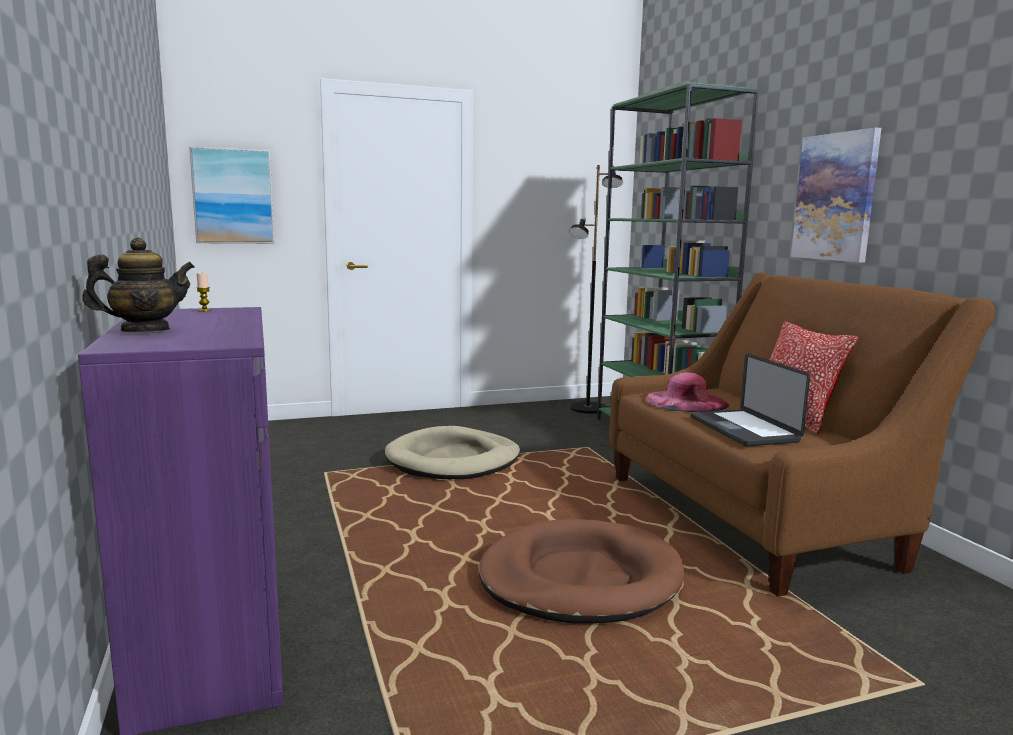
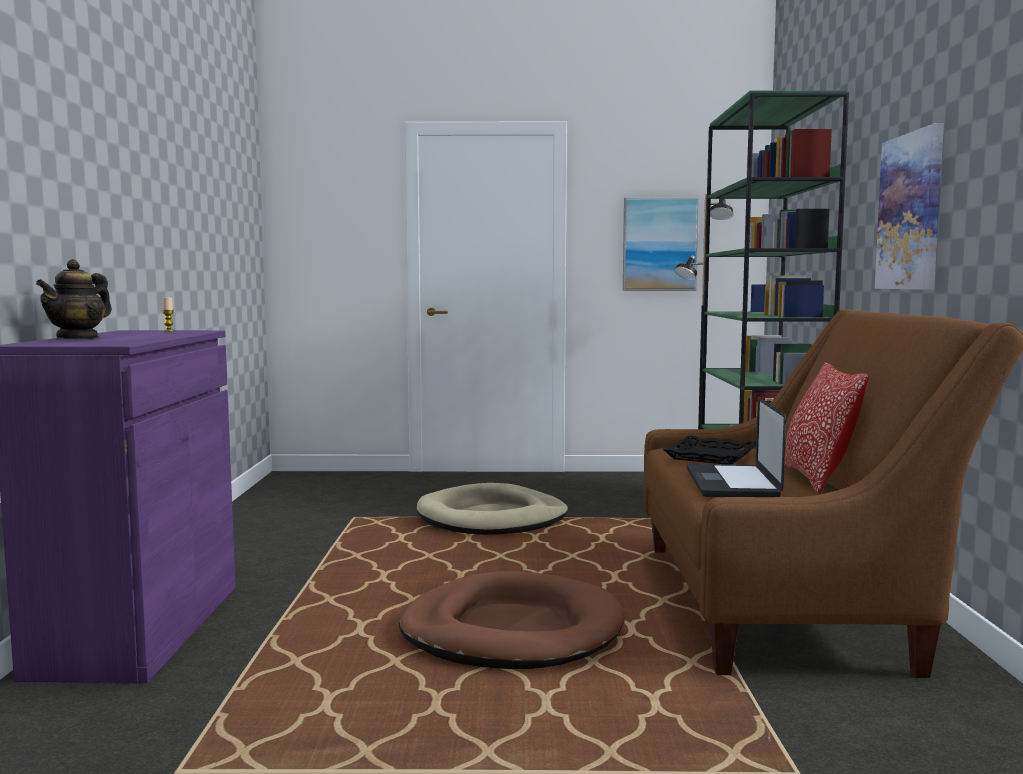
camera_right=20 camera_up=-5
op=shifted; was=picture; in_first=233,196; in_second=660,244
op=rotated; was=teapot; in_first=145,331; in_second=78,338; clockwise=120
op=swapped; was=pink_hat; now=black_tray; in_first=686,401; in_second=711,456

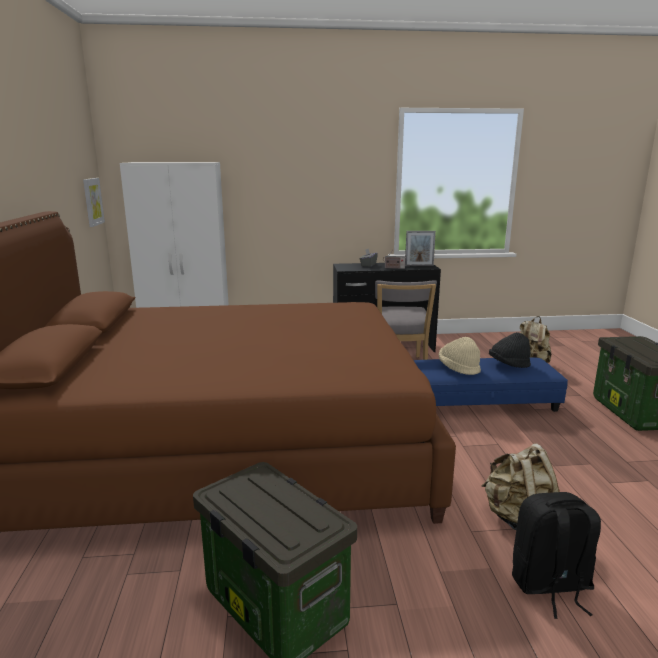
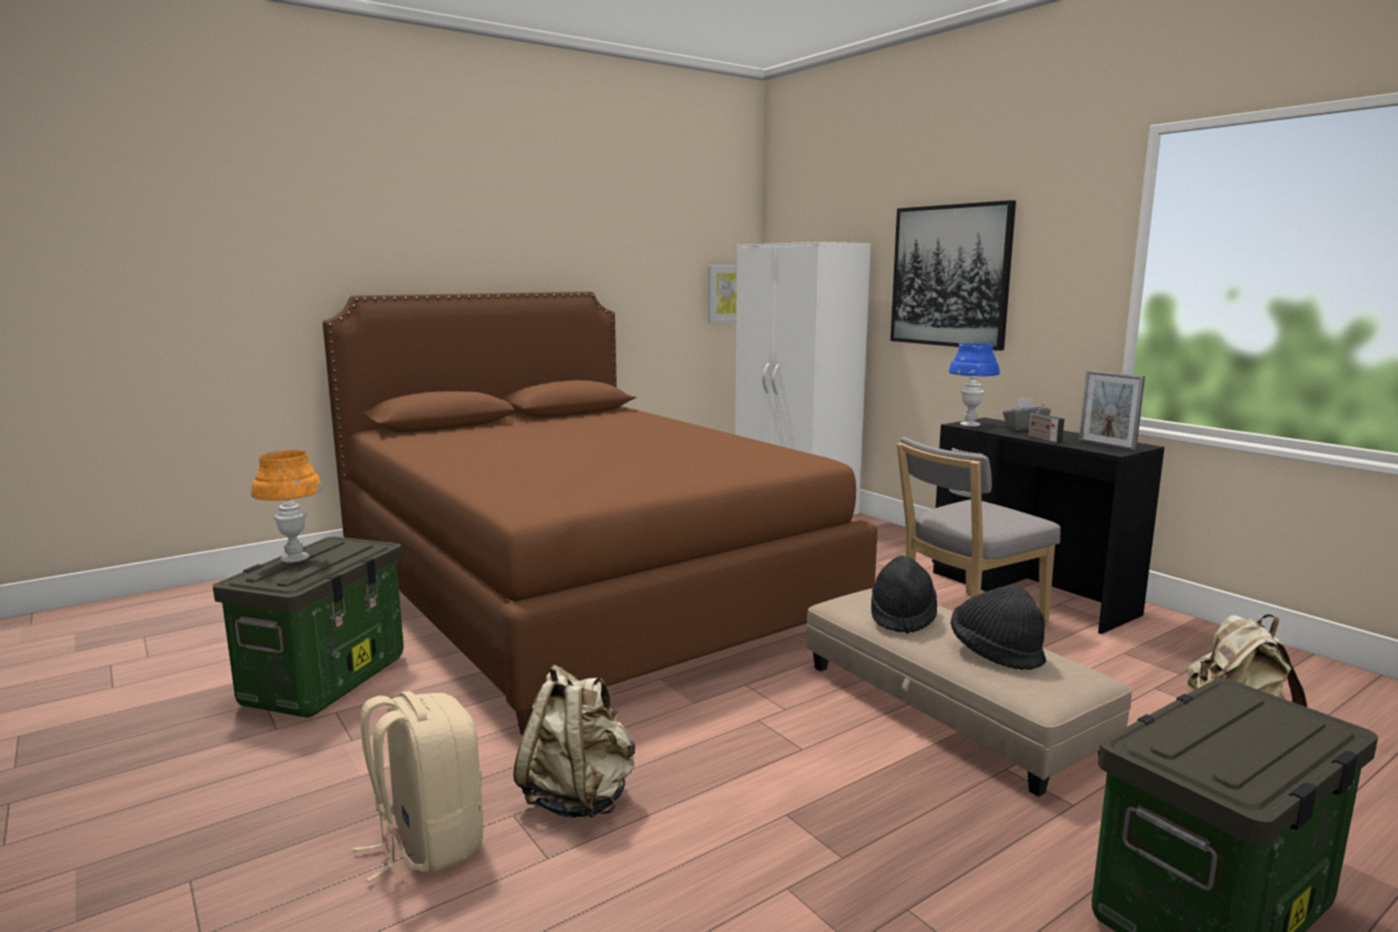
camera_right=60 camera_up=-5
op=repainted; was=beige_hat; now=black_hat; in_first=458,368; in_second=902,617
op=repainted; was=blue_ottoman; now=beige_ottoman; in_first=479,401; in_second=948,708
op=repainted; was=black_backpack; now=beige_backpack; in_first=550,586; in_second=427,844
op=new; now=picture; in_second=950,276
op=new; now=blue_table_lamp; in_second=970,425
op=new; now=orange_table_lamp; in_second=295,558

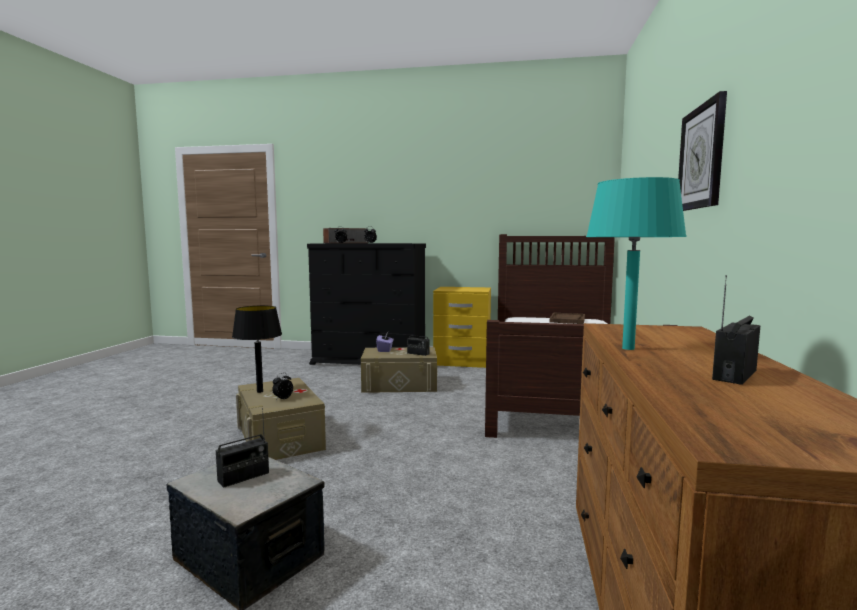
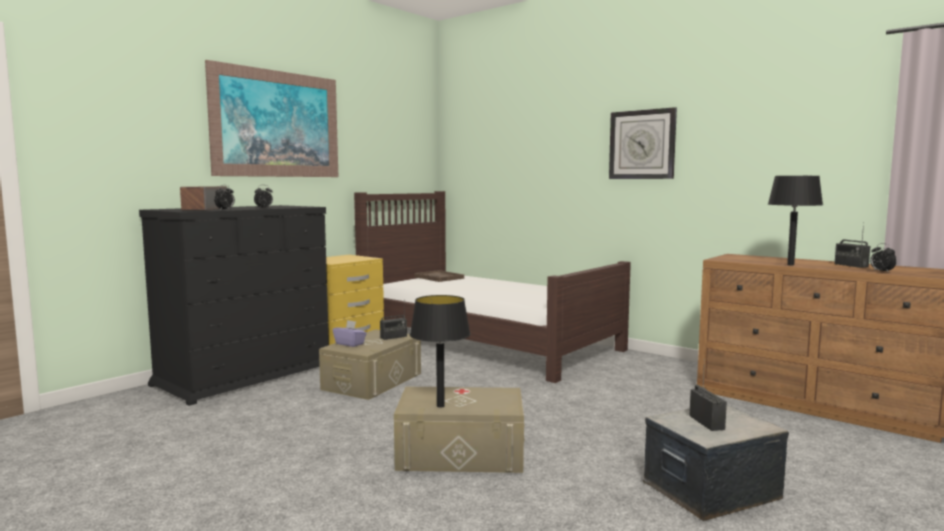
camera_right=-60 camera_up=0
op=repainted; was=turquoise_table_lamp; now=black_table_lamp; in_first=628,348; in_second=790,265
op=shifted; was=alarm_clock; in_first=282,398; in_second=881,272
op=new; now=picture; in_second=277,124

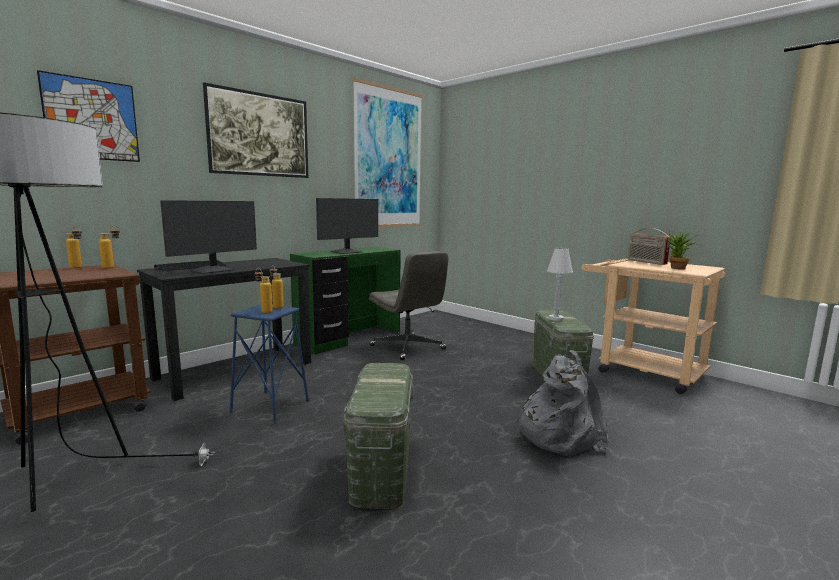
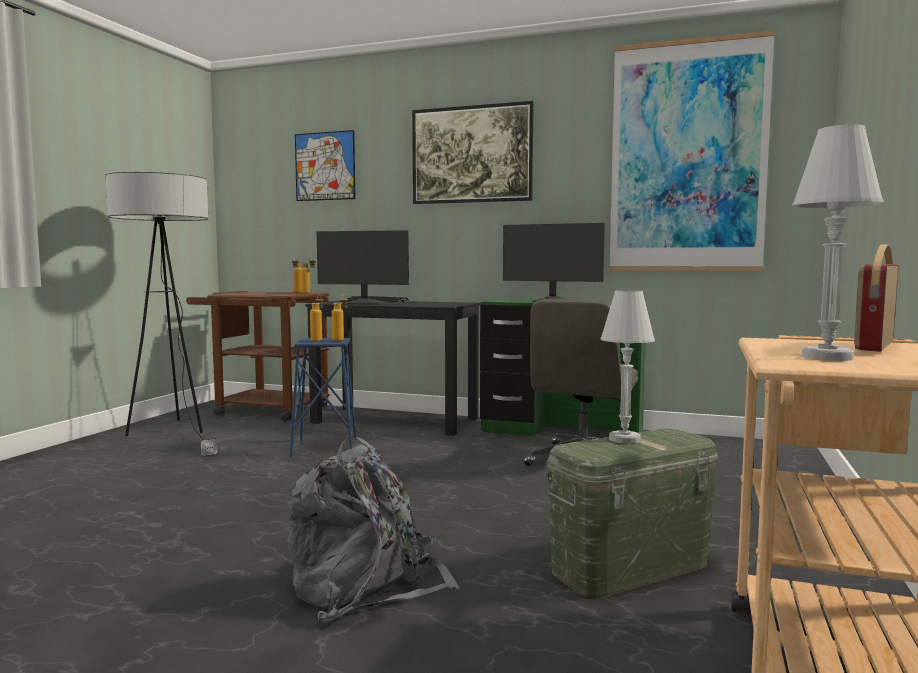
camera_right=65 camera_up=-5
op=swapped; was=potted_plant; now=white_table_lamp; in_first=676,268; in_second=827,357
op=gone; was=green_storage_box; in_first=381,470

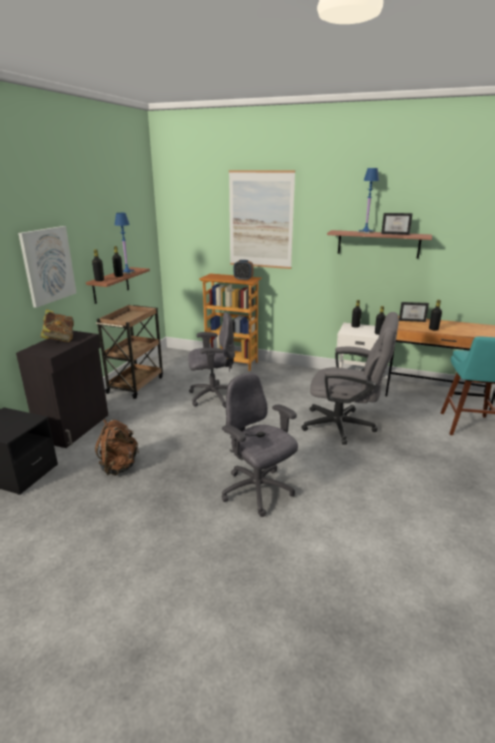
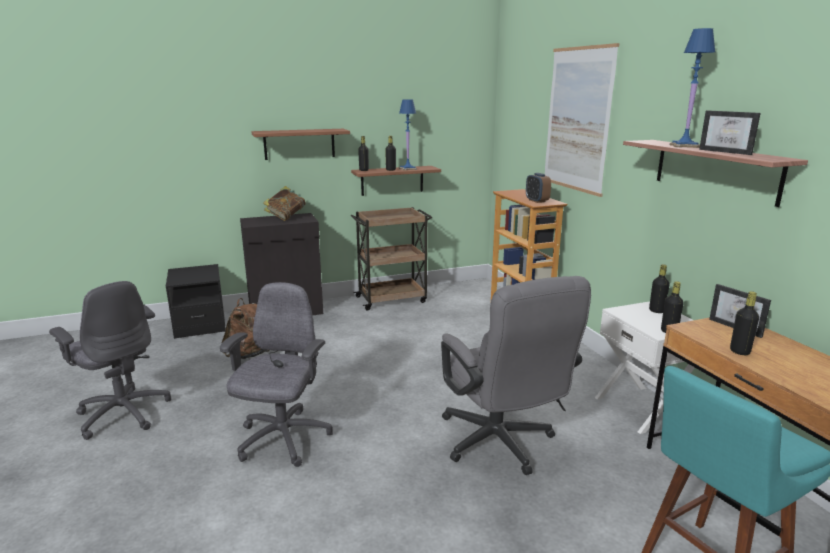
camera_right=50 camera_up=-5
op=swapped; was=picture; now=shelf; in_first=48,265; in_second=299,144
op=shifted; was=grey_office_chair; in_first=212,396; in_second=123,413

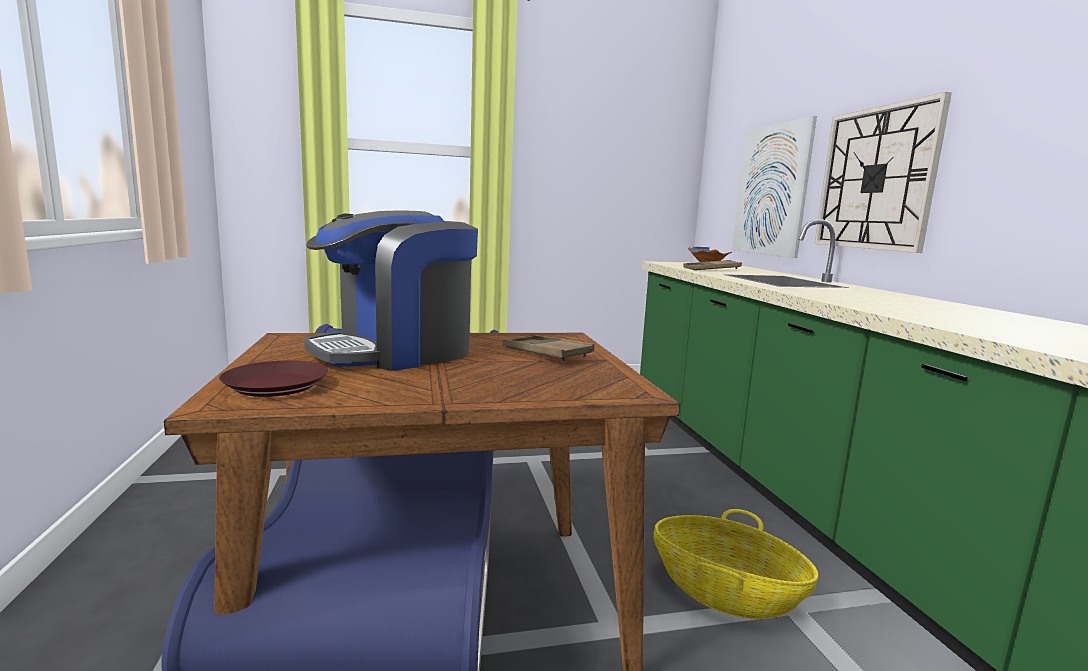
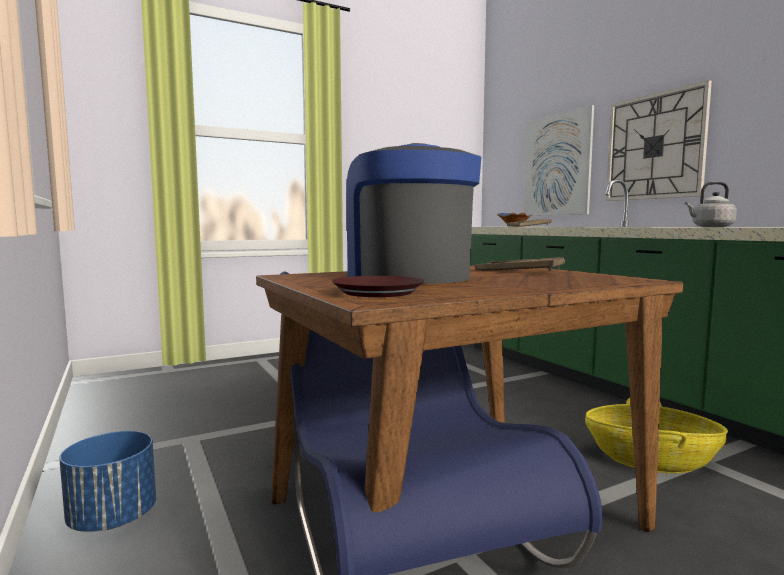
camera_right=-15 camera_up=-5
op=rotated; was=coffee_machine; in_first=397,352; in_second=407,276; clockwise=120
op=new; now=grey_kettle; in_second=710,227
op=new; now=blue_planter; in_second=113,519

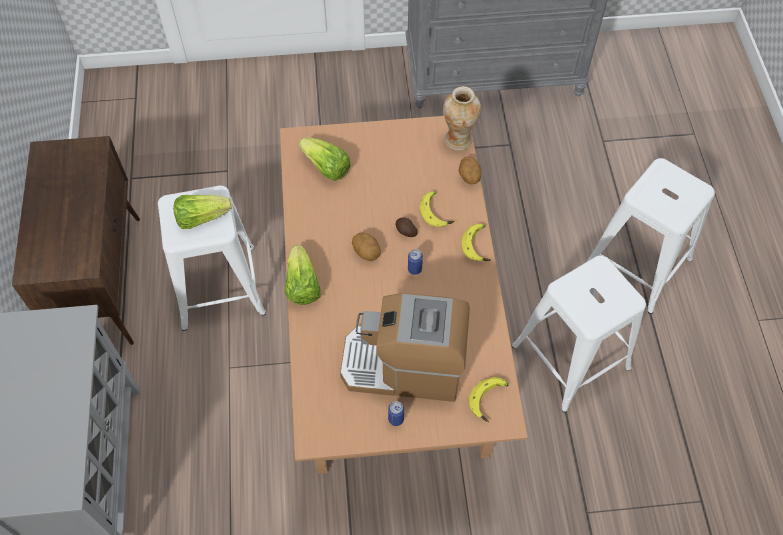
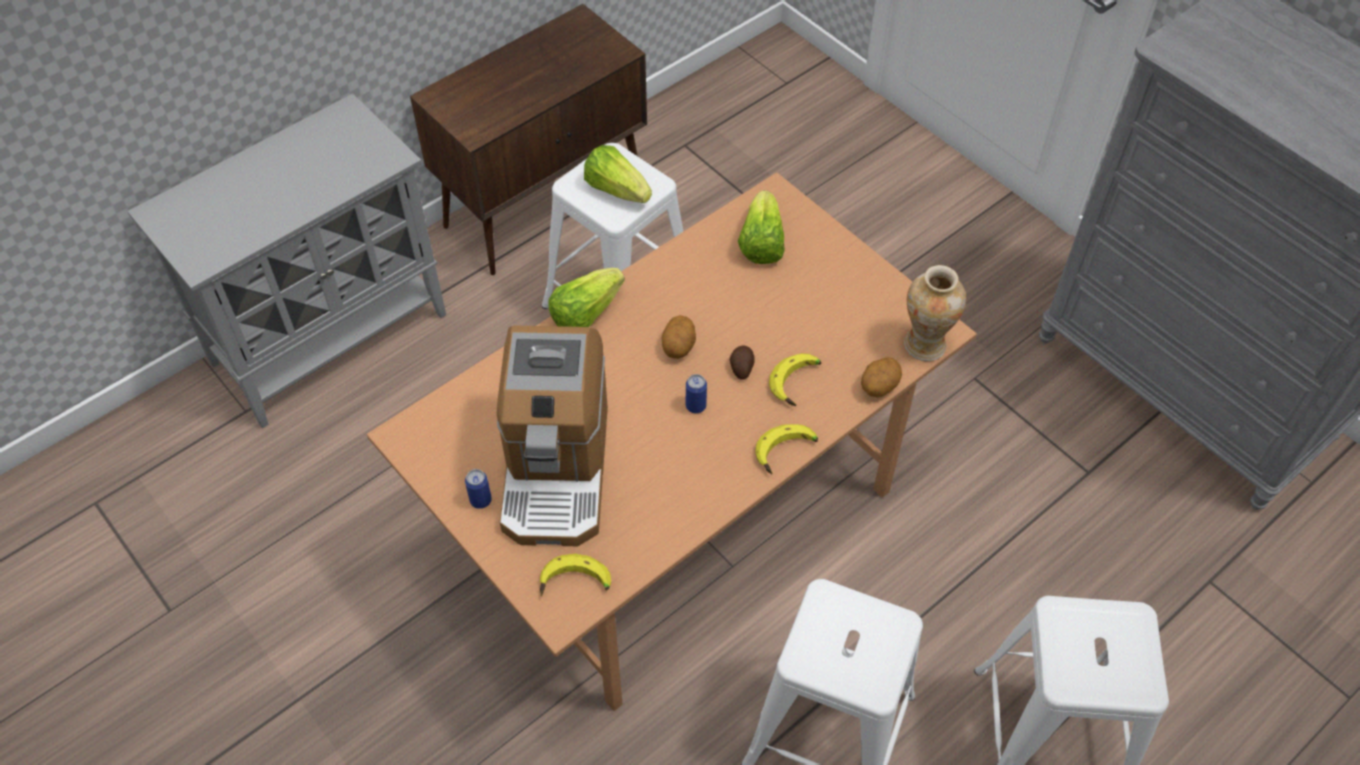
camera_right=55 camera_up=-5
op=rotated; was=coffee_machine; in_first=404,366; in_second=556,469; clockwise=-150

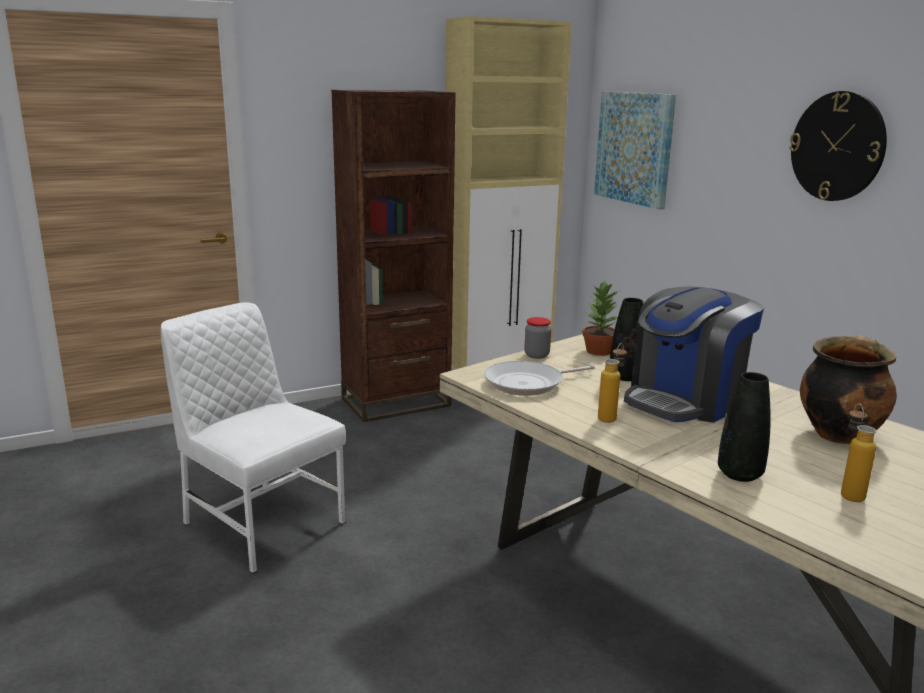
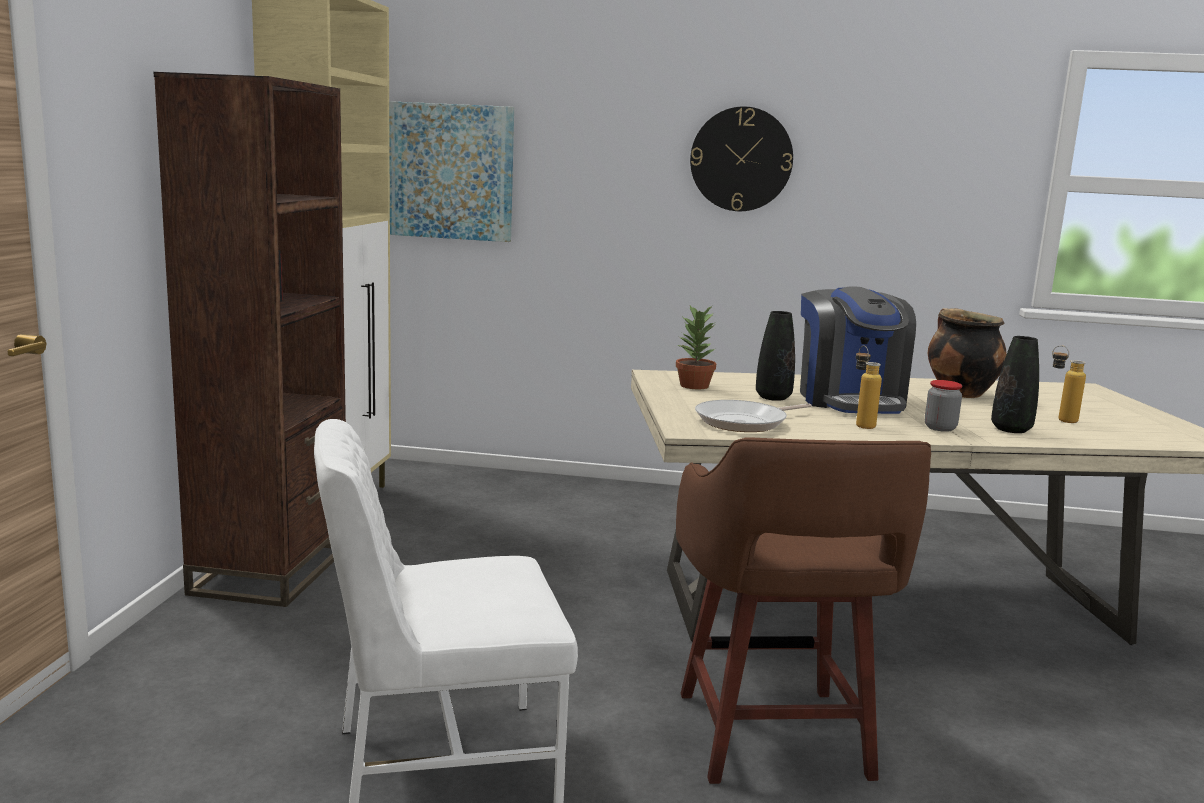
camera_right=-55 camera_up=-5
op=shifted; was=jar; in_first=536,355; in_second=940,428
op=rotated; was=frying_pan; in_first=528,383; in_second=745,422; clockwise=45
op=new; now=brown_stool; in_second=775,739

